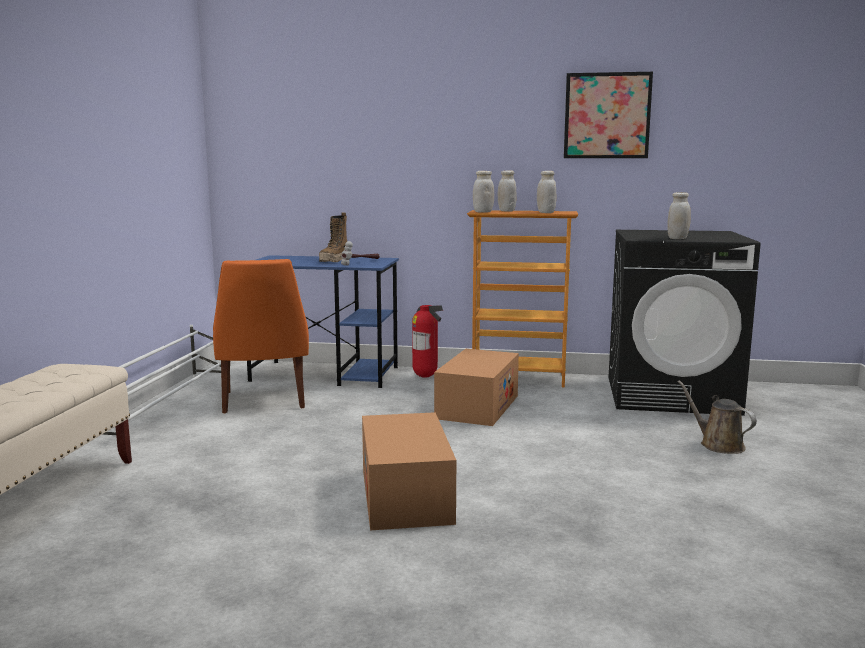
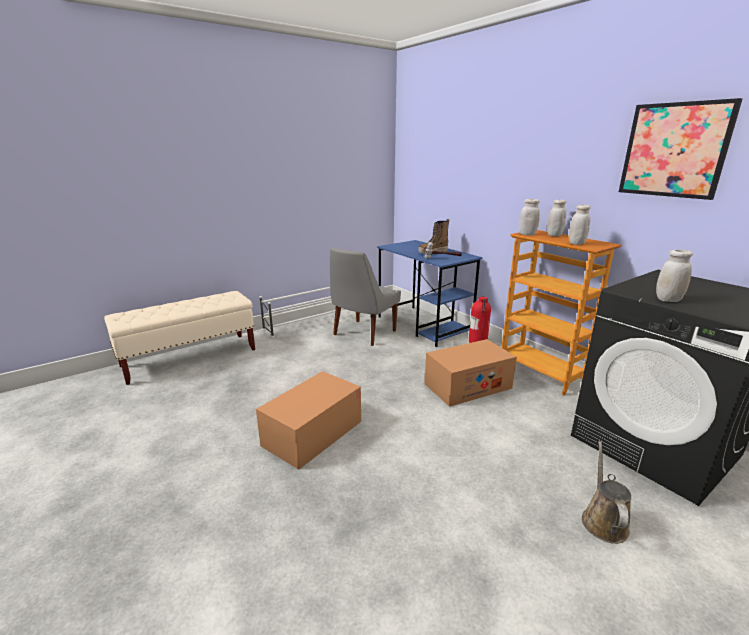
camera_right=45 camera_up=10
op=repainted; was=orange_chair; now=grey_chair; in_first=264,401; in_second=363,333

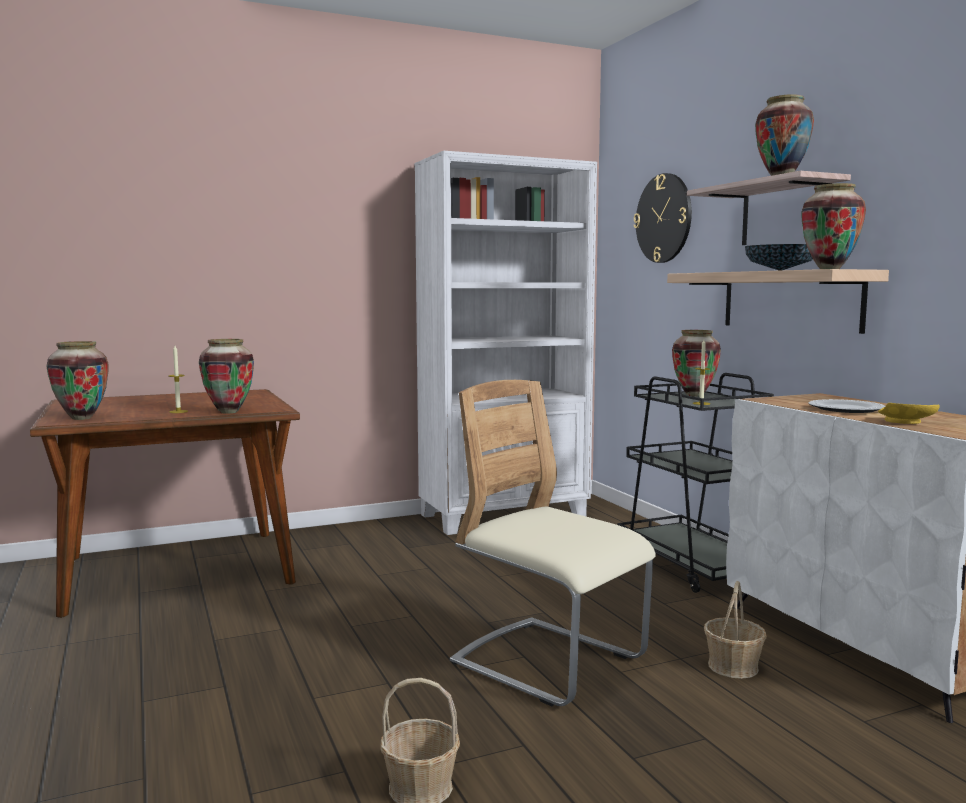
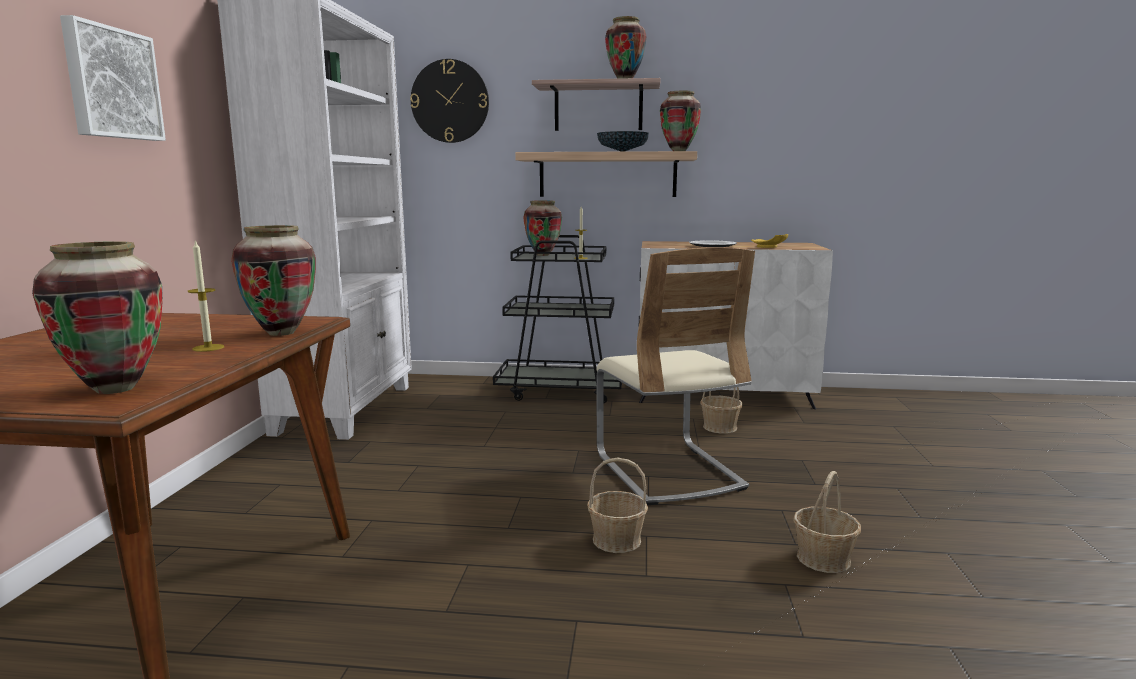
camera_right=-60 camera_up=5
op=rotated; was=beige_chair; in_first=549,663; in_second=668,471; clockwise=-90
op=new; now=picture; in_second=111,83
op=new; now=basket; in_second=616,540

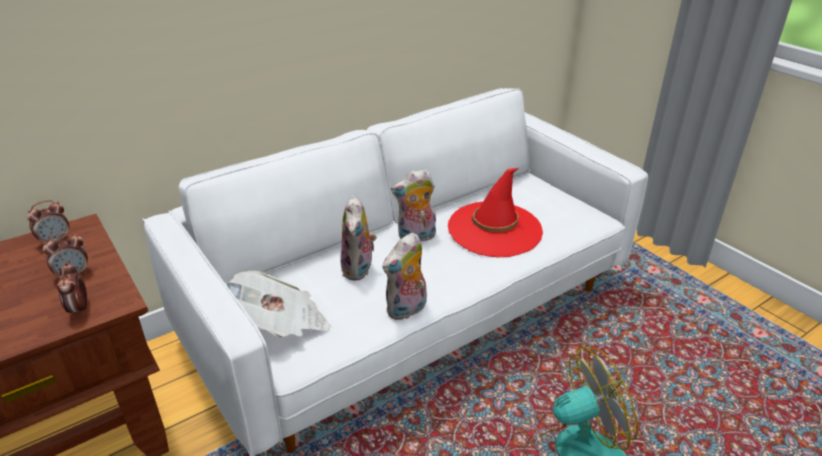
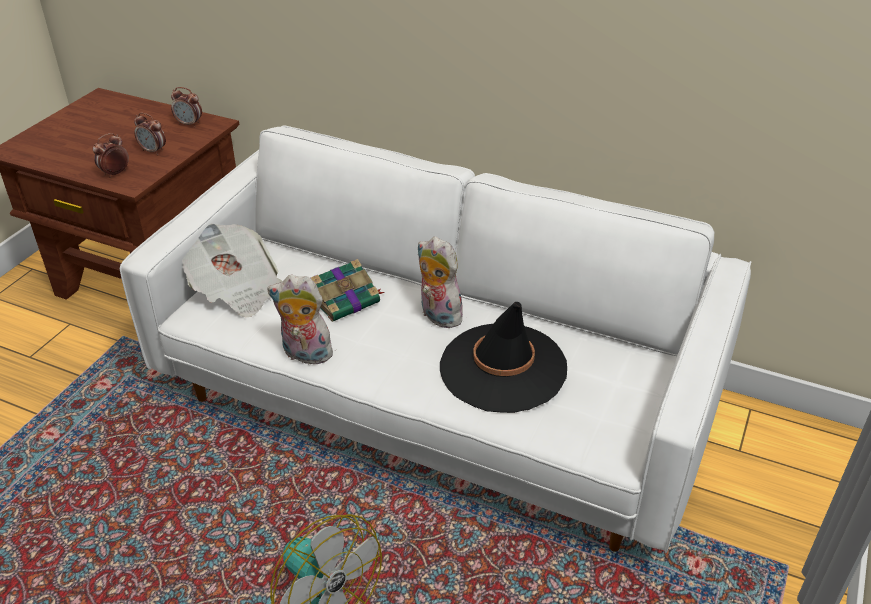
camera_right=60 camera_up=5
op=repainted; was=red_hat; now=black_hat; in_first=494,229; in_second=503,368
op=swapped; was=plush_toy; now=book; in_first=359,270; in_second=347,300

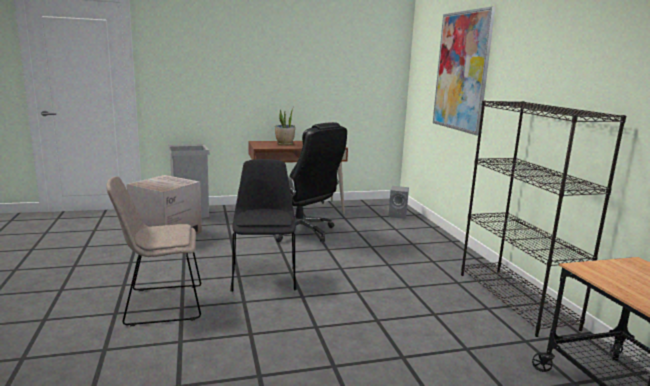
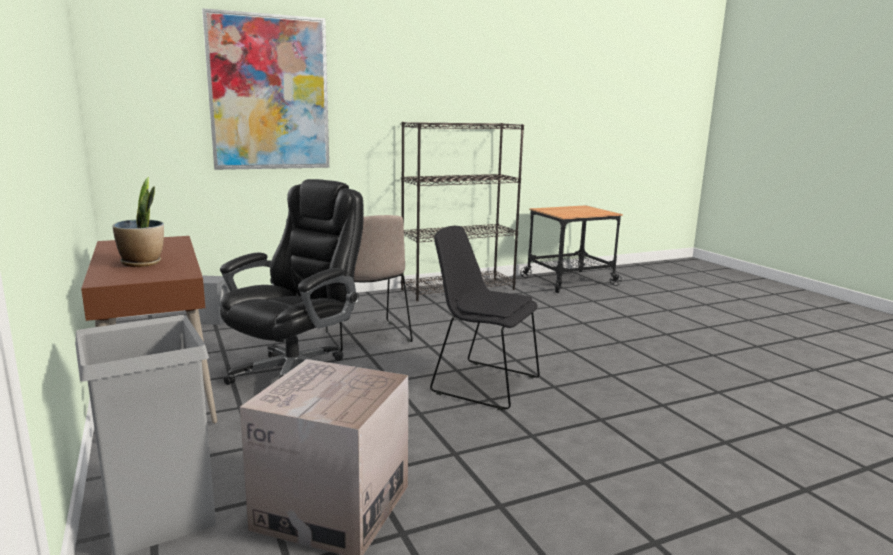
camera_right=-100 camera_up=0
op=rotated; was=black_chair; in_first=264,277; in_second=482,383; clockwise=45
op=shifted; was=beige_chair; in_first=160,304; in_second=368,338

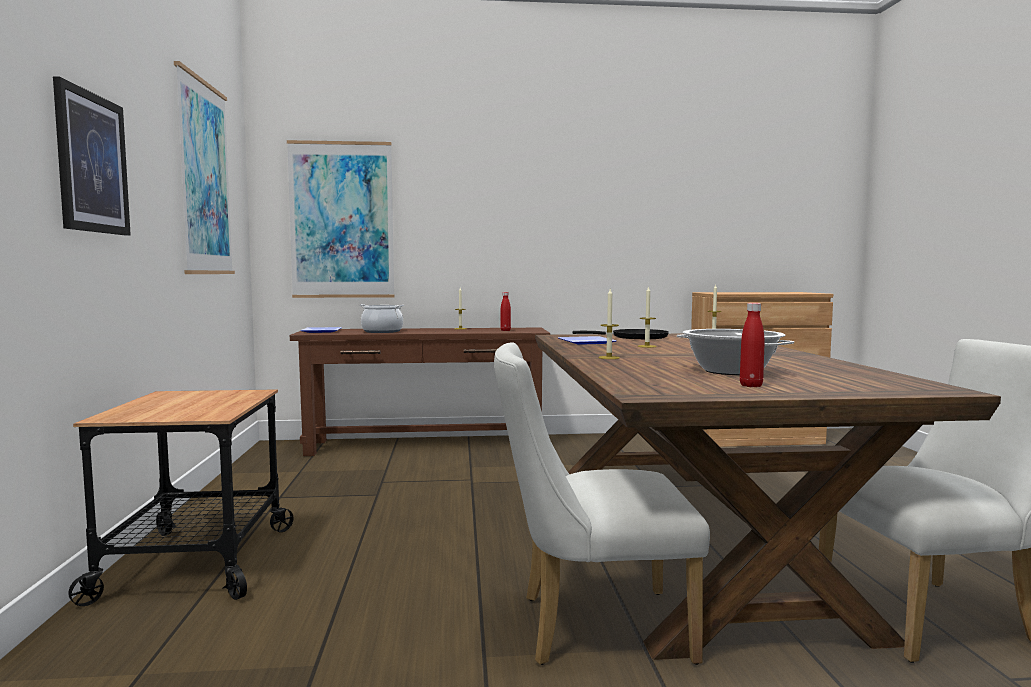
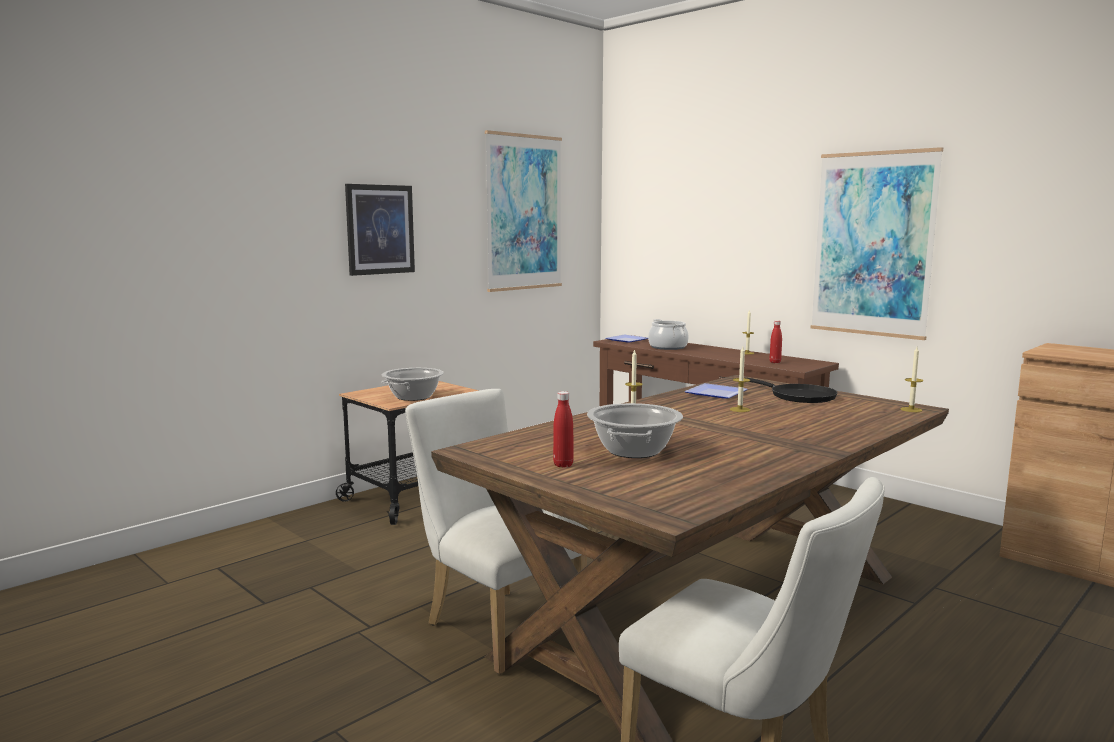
camera_right=50 camera_up=5
op=shifted; was=picture; in_first=342,220; in_second=873,244
op=new; now=cooking_pot; in_second=413,397

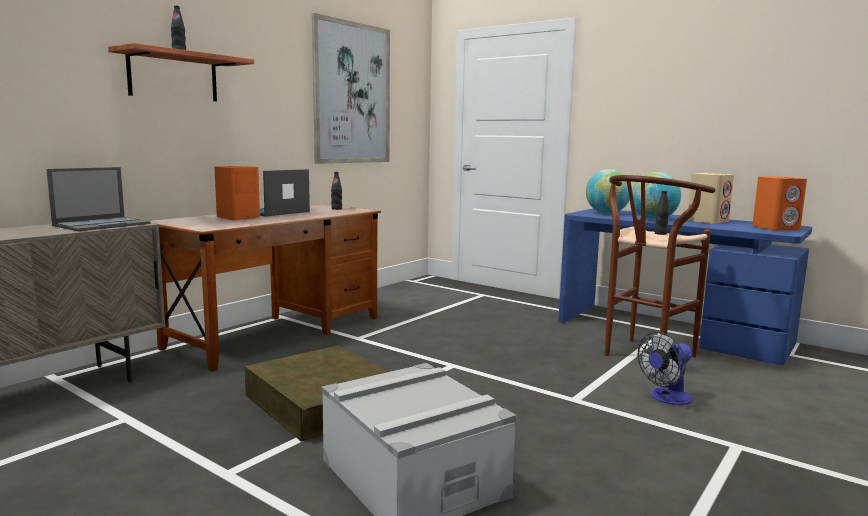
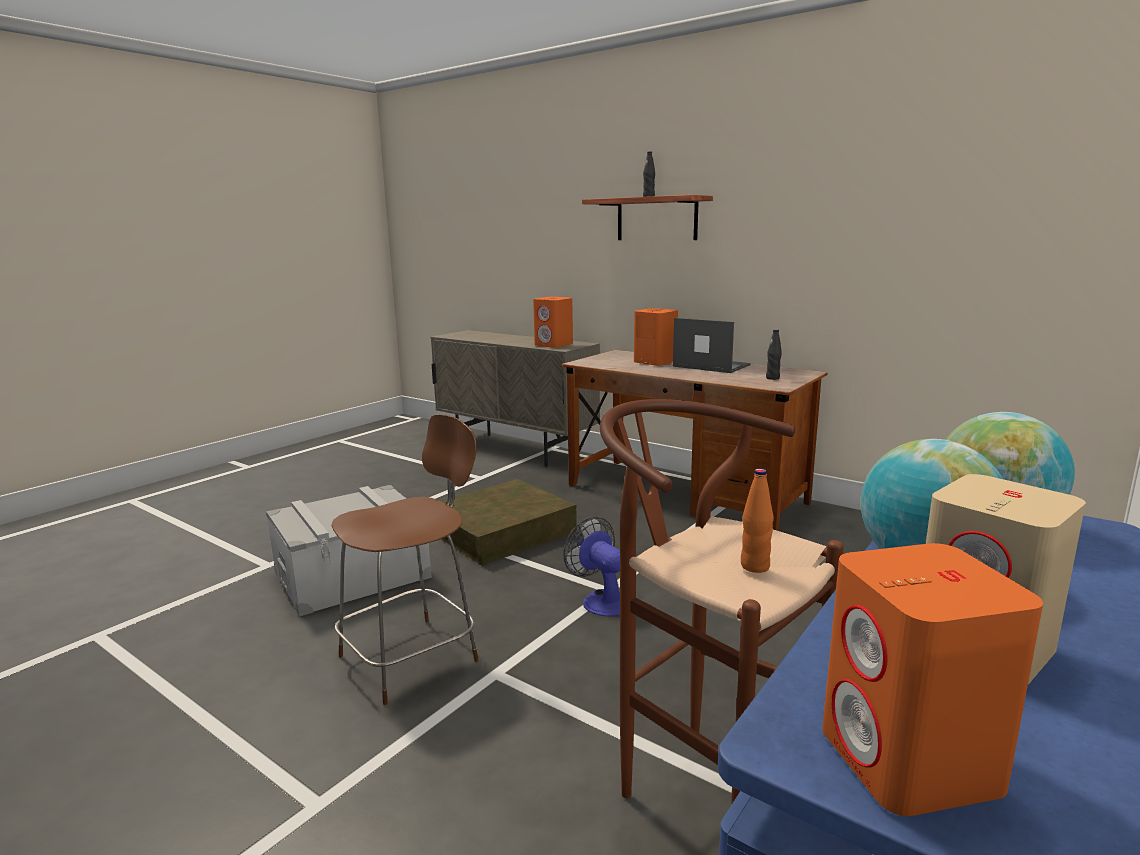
camera_right=90 camera_up=5
op=gone; was=picture; in_first=352,93
op=swapped; was=laptop; now=orange_speaker; in_first=103,224; in_second=554,345
op=repainted; was=black_bottle; now=orange_bottle; in_first=660,233; in_second=755,566
op=shifted; was=fan; in_first=666,398; in_second=600,600
op=new; now=brown_chair; in_second=413,656

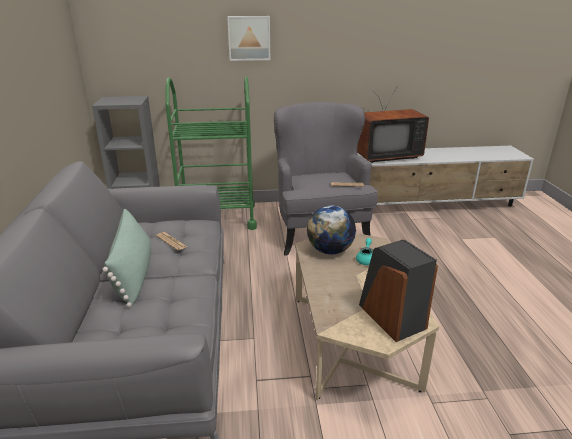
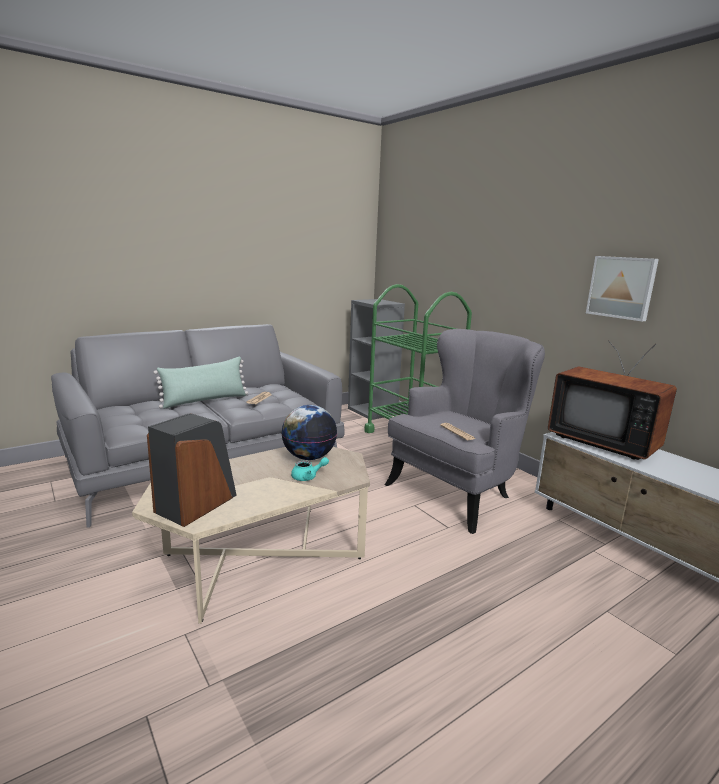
camera_right=60 camera_up=-10
op=shifted; was=picture; in_first=249,38; in_second=621,287

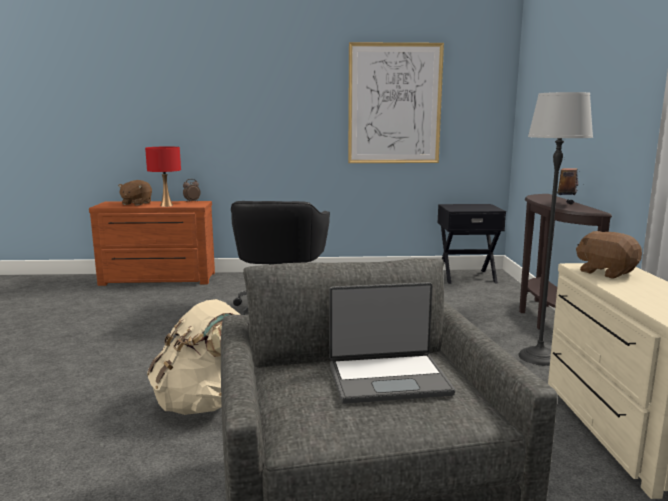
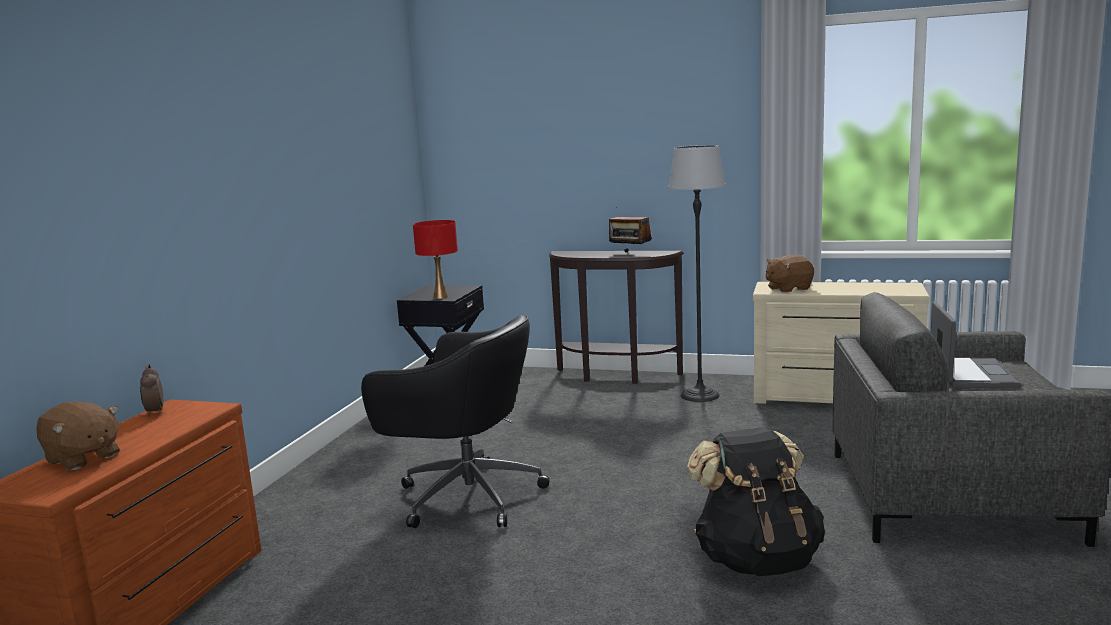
camera_right=-70 camera_up=0
op=gone; was=picture; in_first=394,104
op=shifted; was=red_table_lamp; in_first=166,205; in_second=440,296
op=repainted; was=beige_backpack; now=black_backpack; in_first=202,403; in_second=756,560

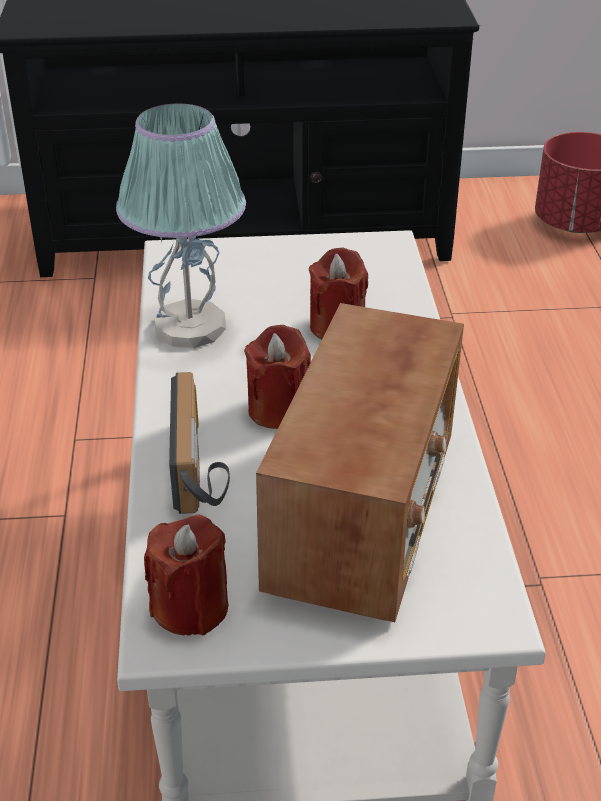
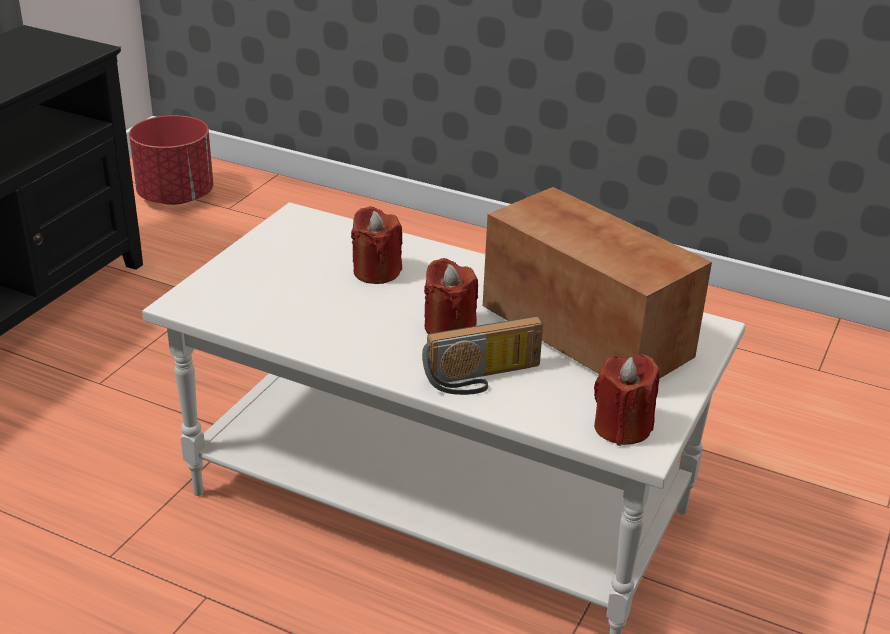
camera_right=-60 camera_up=-5
op=gone; was=table_lamp; in_first=190,327
op=rotated; was=radio; in_first=201,468; in_second=483,379; clockwise=135

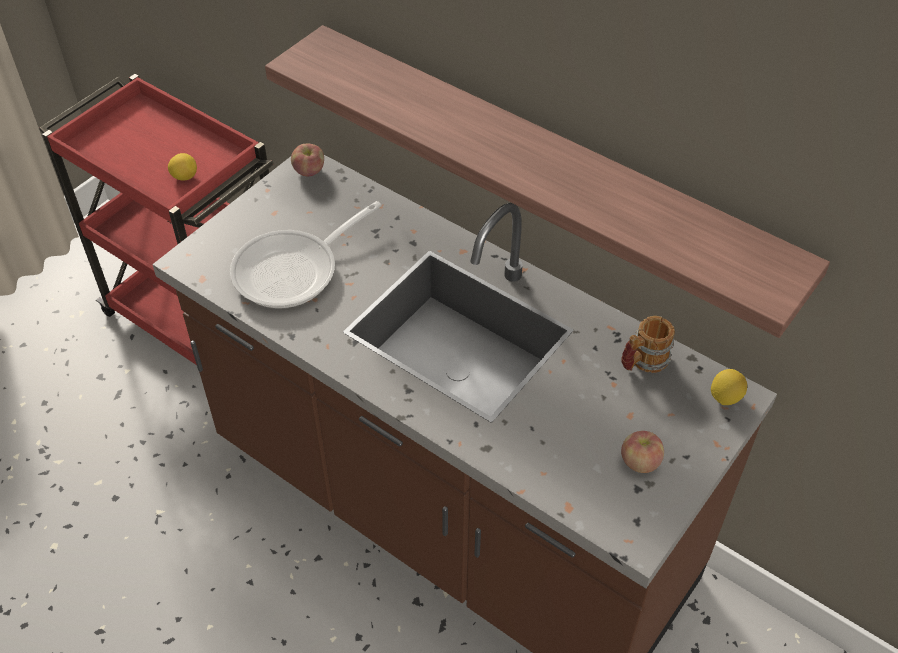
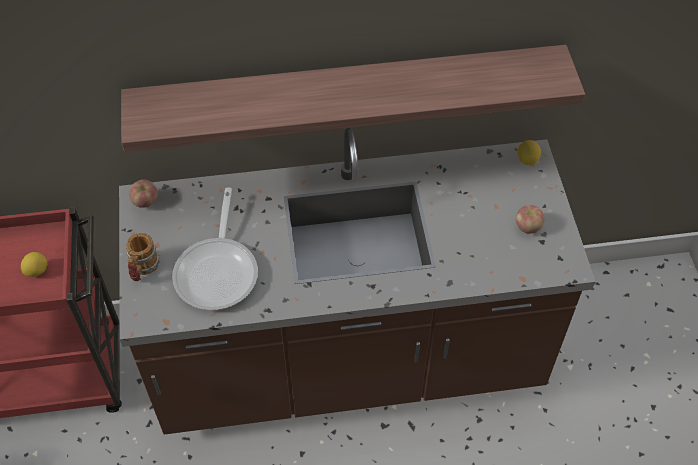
camera_right=-45 camera_up=5
op=shifted; was=mug; in_first=643,362; in_second=143,268

